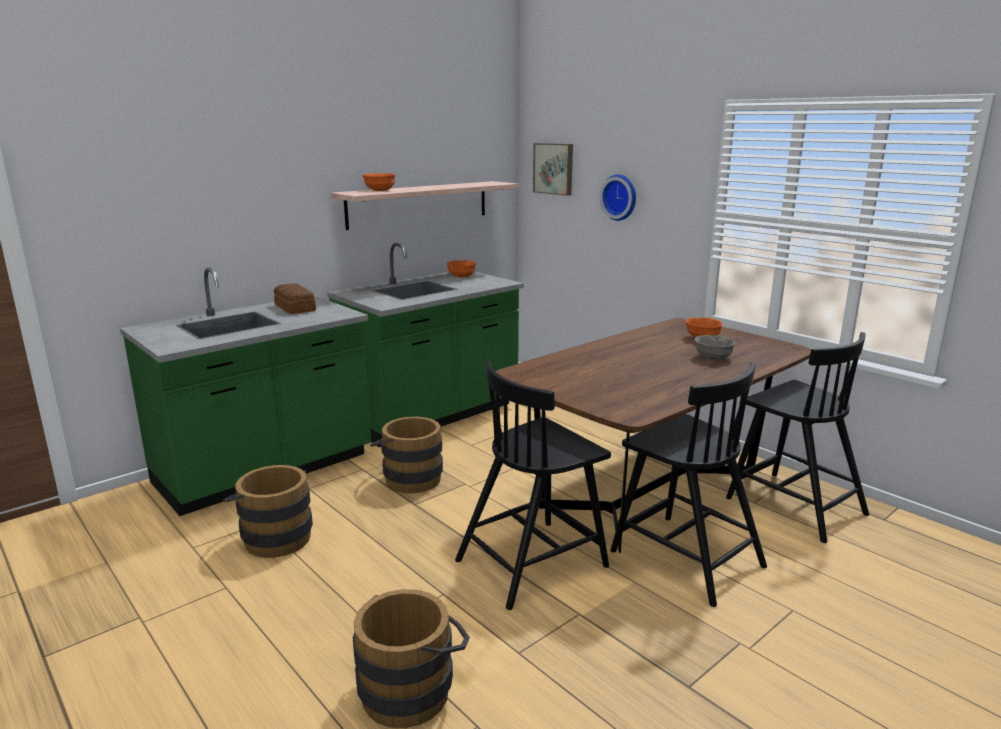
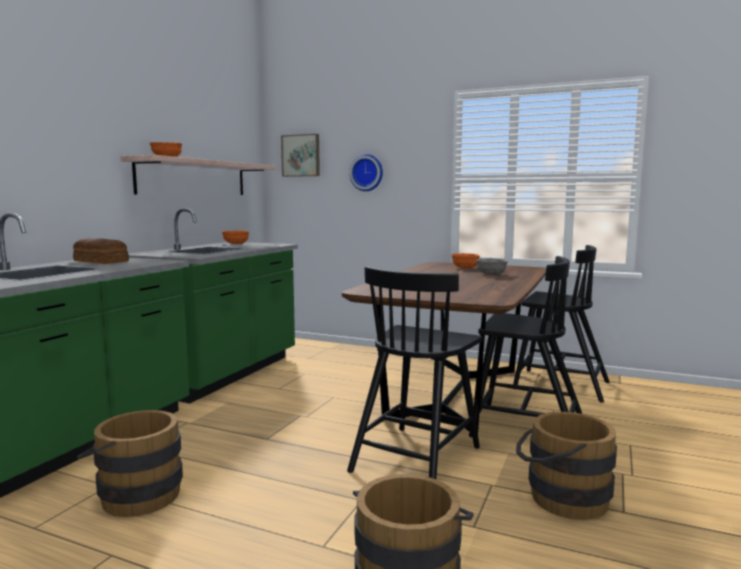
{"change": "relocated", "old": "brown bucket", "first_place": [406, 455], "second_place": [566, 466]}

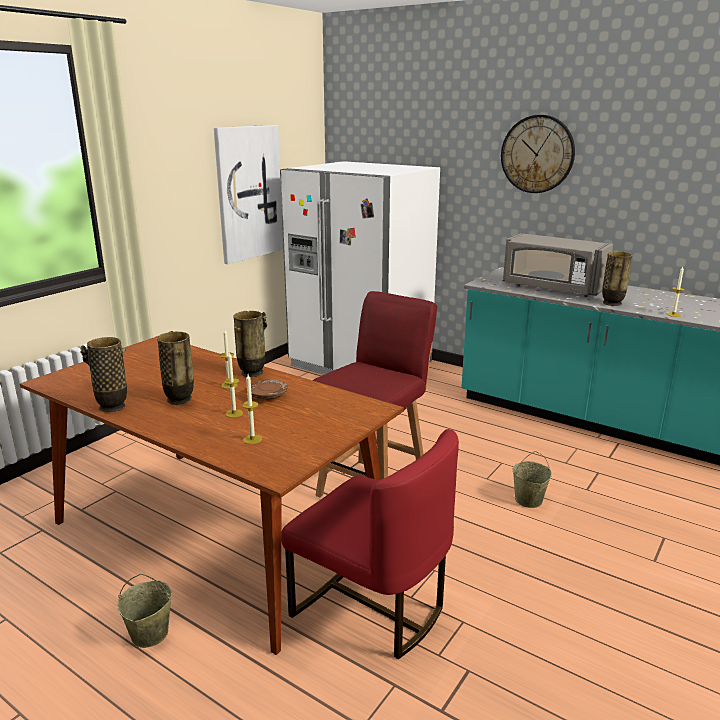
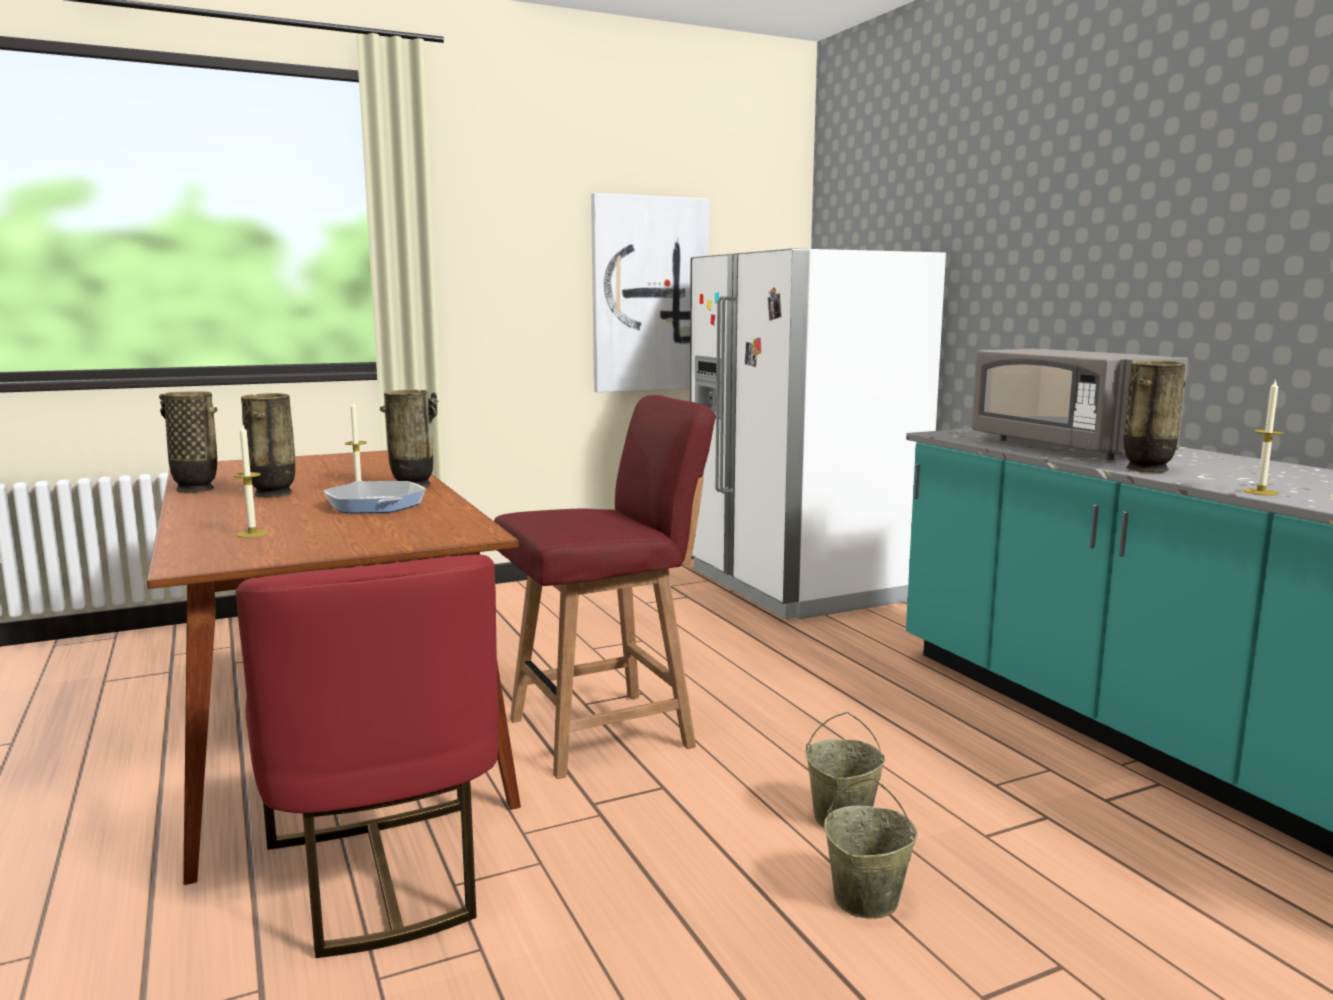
{"change": "relocated", "old": "beige bucket", "first_place": [144, 611], "second_place": [871, 848]}
{"change": "missing", "old": "candle", "first_place": [233, 385]}
{"change": "exchanged", "old": "brown plate", "new": "frying pan", "first_place": [269, 389], "second_place": [375, 497]}
{"change": "missing", "old": "wall clock", "first_place": [538, 154]}

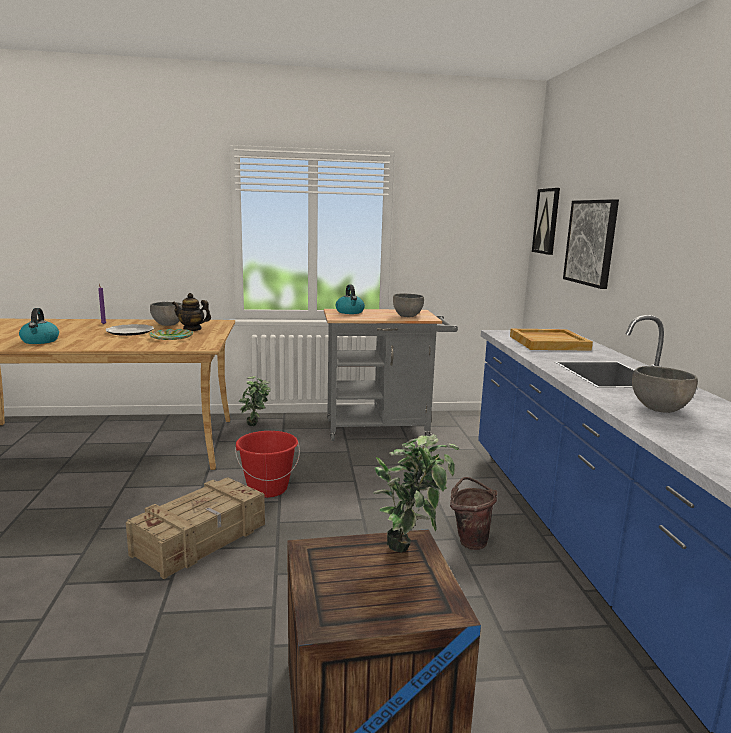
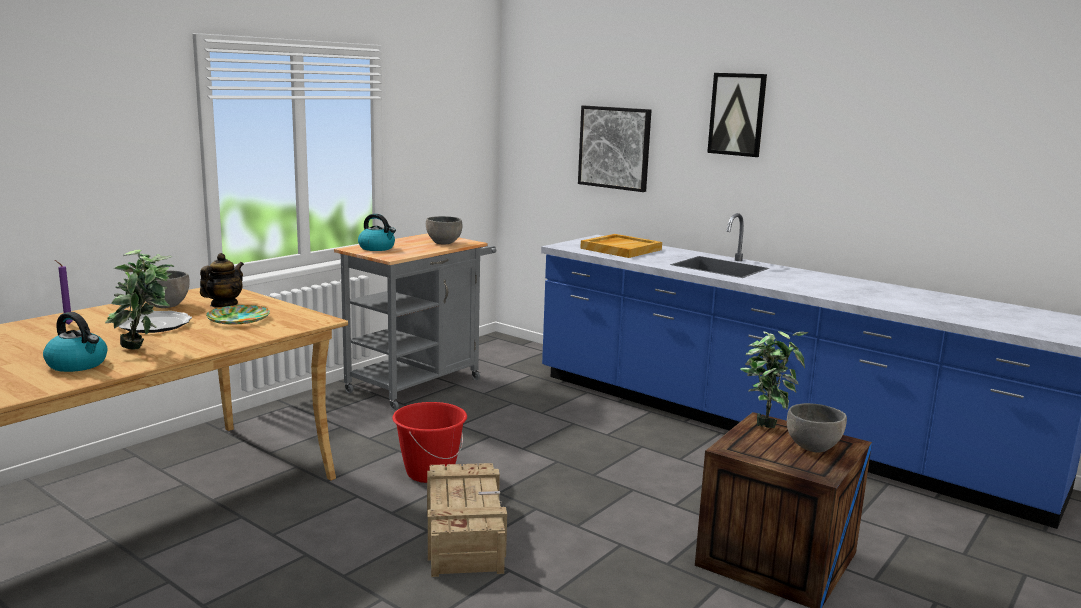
{"change": "spun", "old": "teapot", "first_place": [191, 312], "second_place": [222, 280], "degrees": 150}
{"change": "relocated", "old": "potted plant", "first_place": [255, 401], "second_place": [139, 300]}
{"change": "missing", "old": "brown bucket", "first_place": [473, 513]}
{"change": "relocated", "old": "picture", "first_place": [546, 221], "second_place": [737, 115]}
{"change": "relocated", "old": "grey bowl", "first_place": [665, 389], "second_place": [817, 428]}

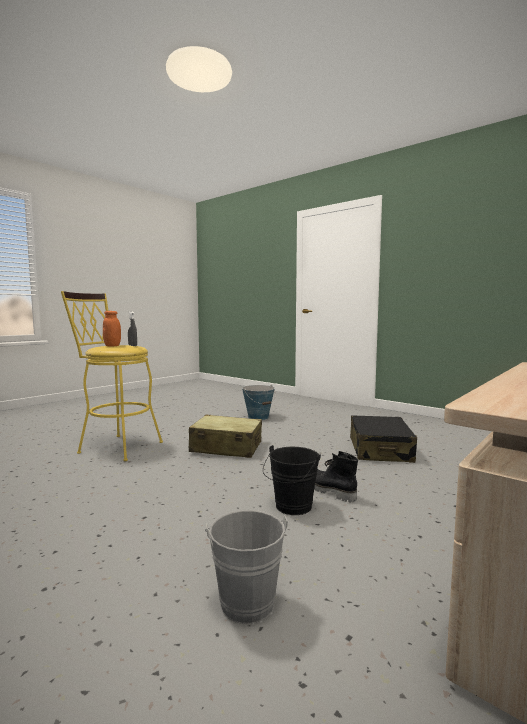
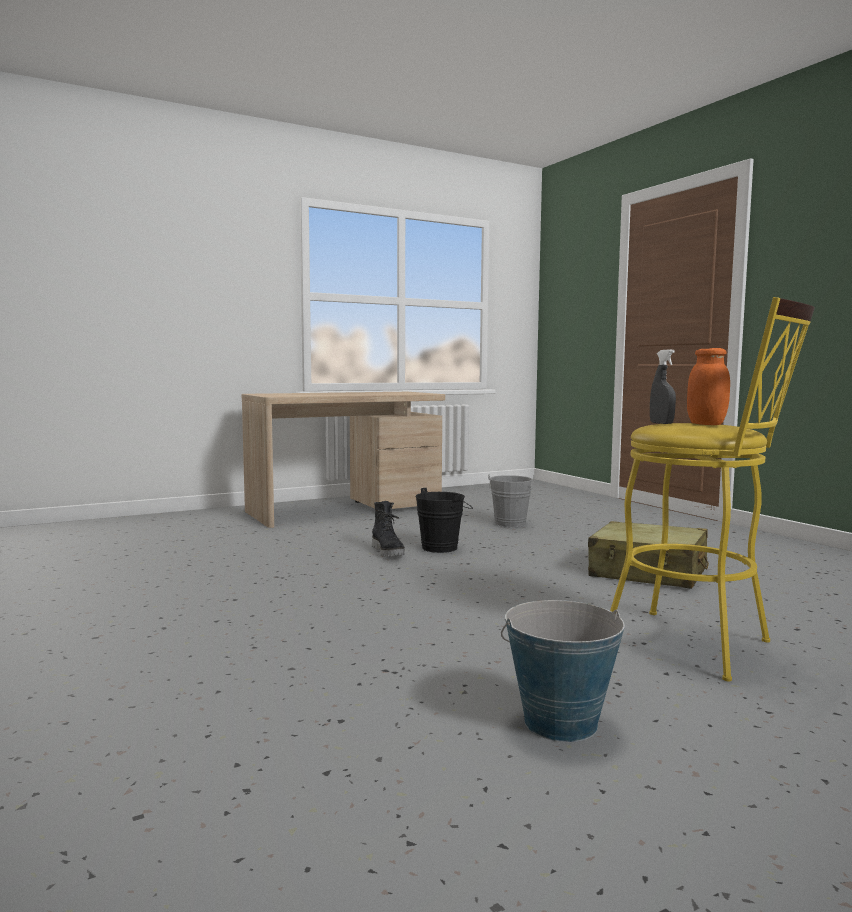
{"change": "relocated", "old": "beige suitcase", "first_place": [225, 436], "second_place": [648, 555]}
{"change": "relocated", "old": "bucket", "first_place": [259, 402], "second_place": [563, 671]}
{"change": "missing", "old": "black suitcase", "first_place": [383, 439]}

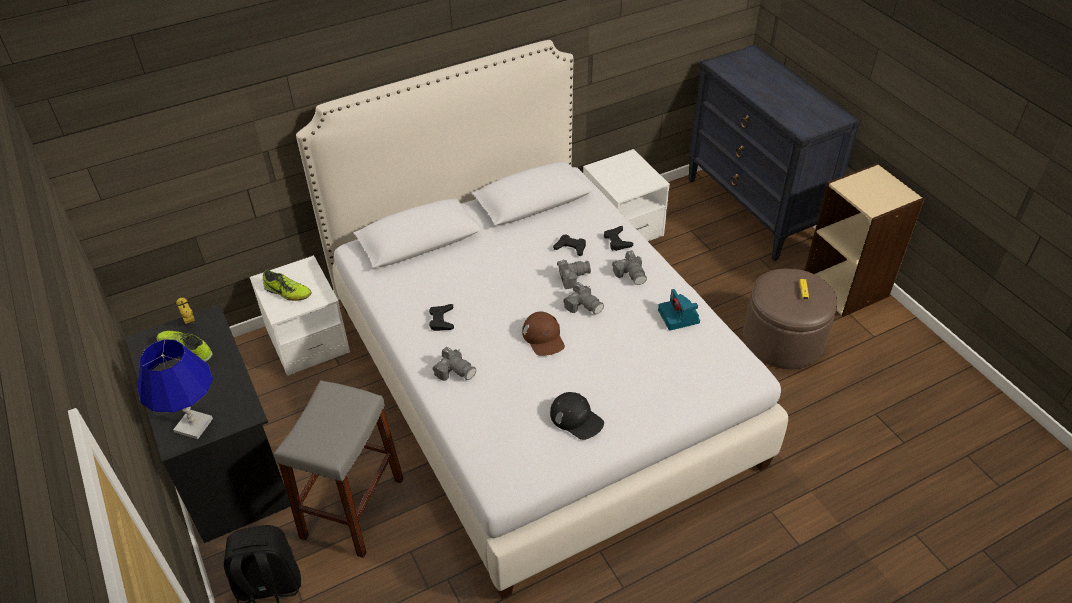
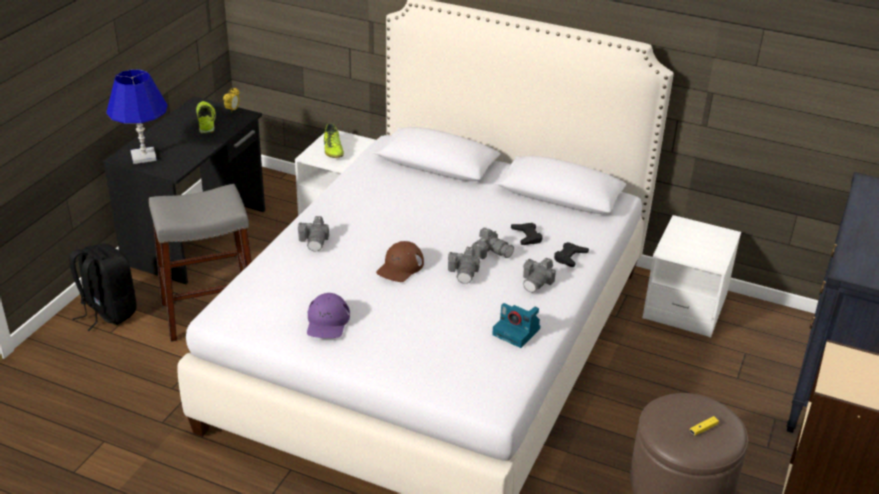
{"change": "missing", "old": "black game controller", "first_place": [441, 317]}
{"change": "colour", "old": "black cap", "new": "purple cap", "first_place": [577, 416], "second_place": [328, 315]}
{"change": "spun", "old": "photo camera", "first_place": [679, 310], "second_place": [516, 325], "degrees": -90}

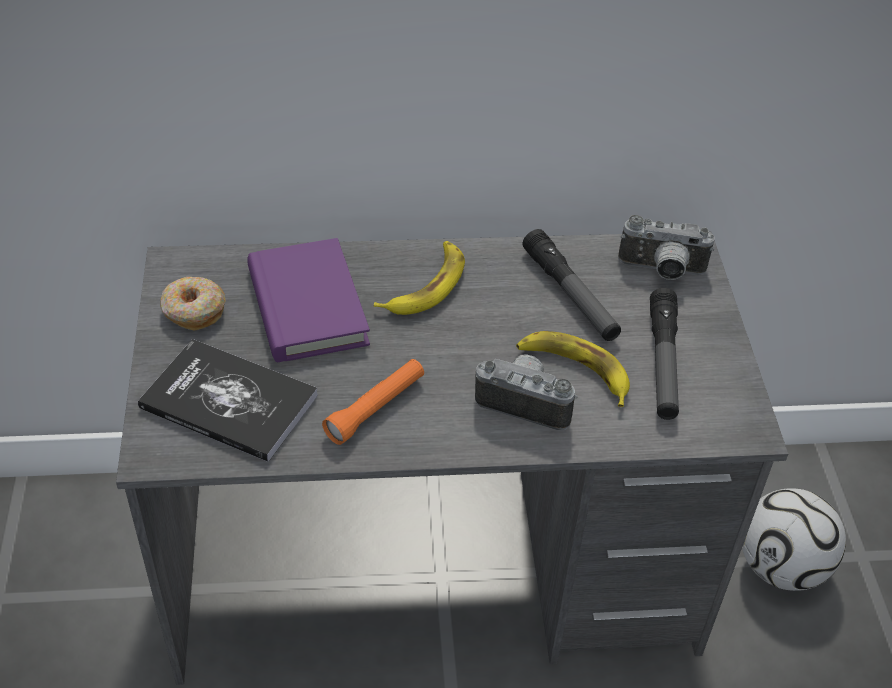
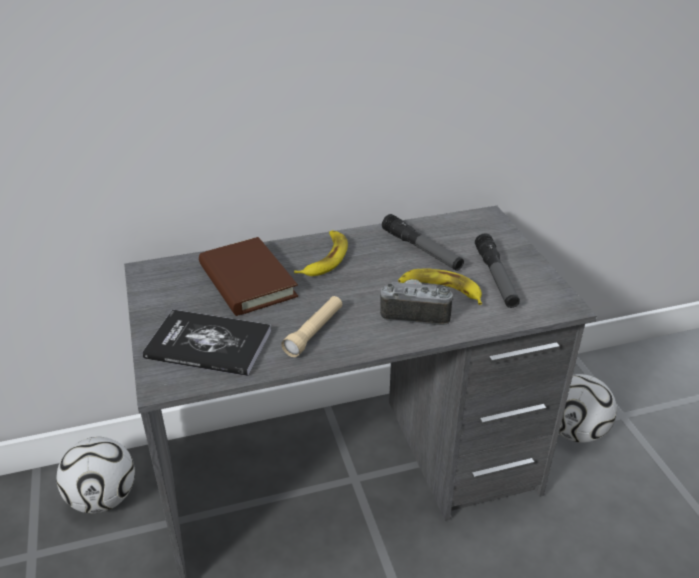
{"change": "missing", "old": "donut", "first_place": [193, 304]}
{"change": "colour", "old": "purple book", "new": "brown book", "first_place": [308, 300], "second_place": [248, 276]}
{"change": "colour", "old": "orange flashlight", "new": "beige flashlight", "first_place": [373, 402], "second_place": [311, 326]}
{"change": "missing", "old": "photo camera", "first_place": [666, 247]}
{"change": "appeared", "new": "football", "second_place": [95, 475]}

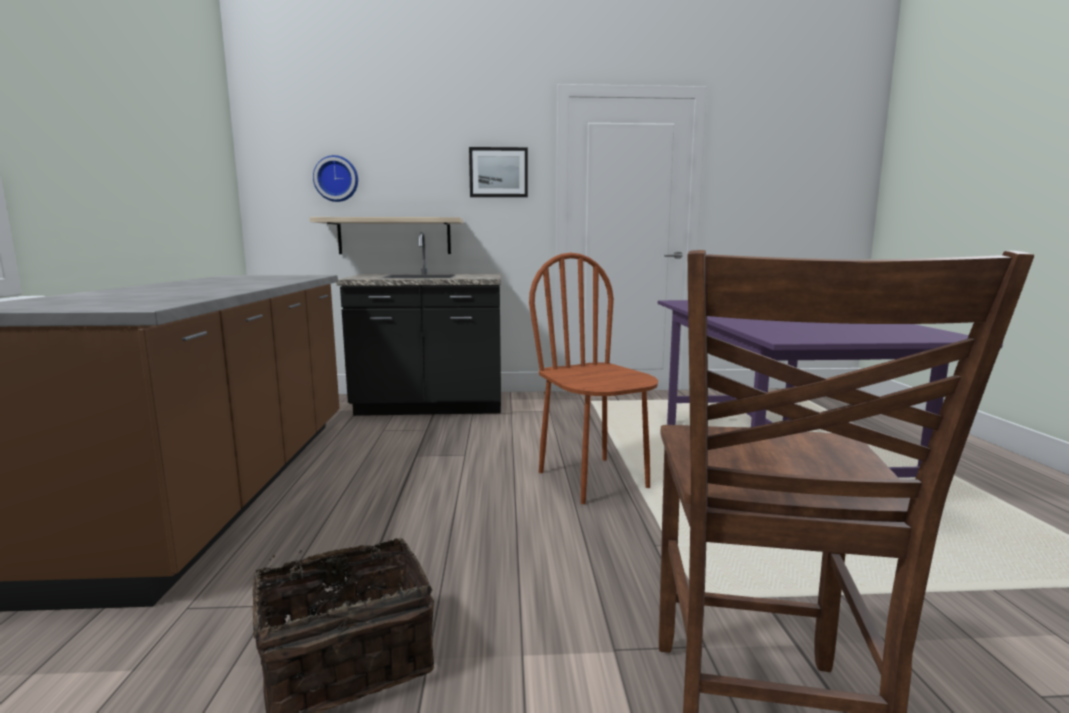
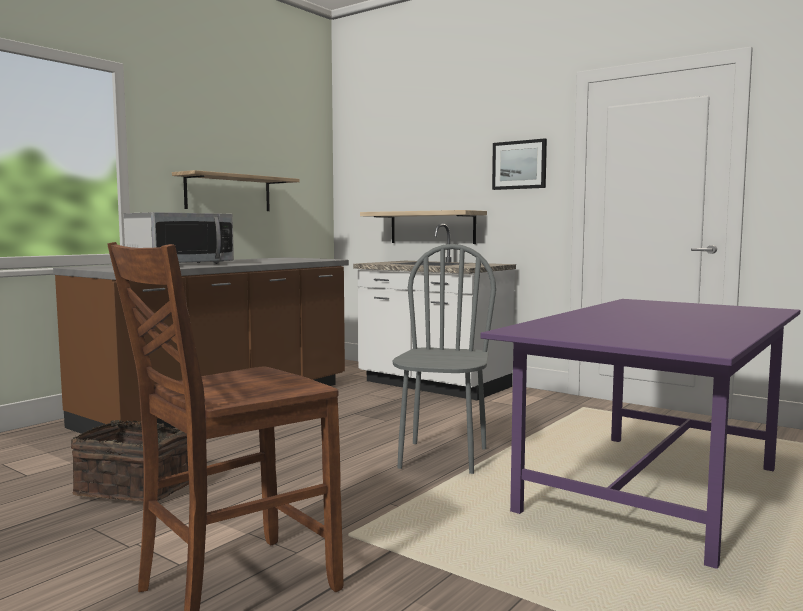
{"change": "missing", "old": "wall clock", "first_place": [335, 178]}
{"change": "colour", "old": "black counter", "new": "white counter", "first_place": [419, 324], "second_place": [434, 312]}
{"change": "colour", "old": "brown chair", "new": "grey chair", "first_place": [593, 378], "second_place": [444, 359]}
{"change": "appeared", "new": "microwave", "second_place": [178, 238]}
{"change": "appeared", "new": "shelf", "second_place": [236, 190]}

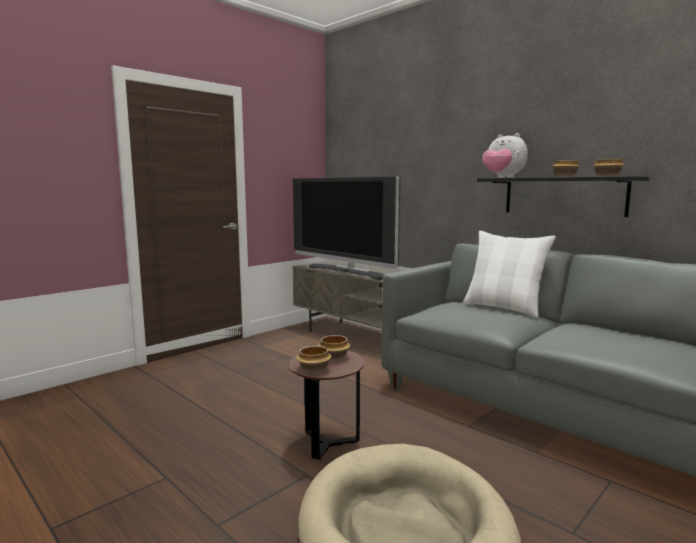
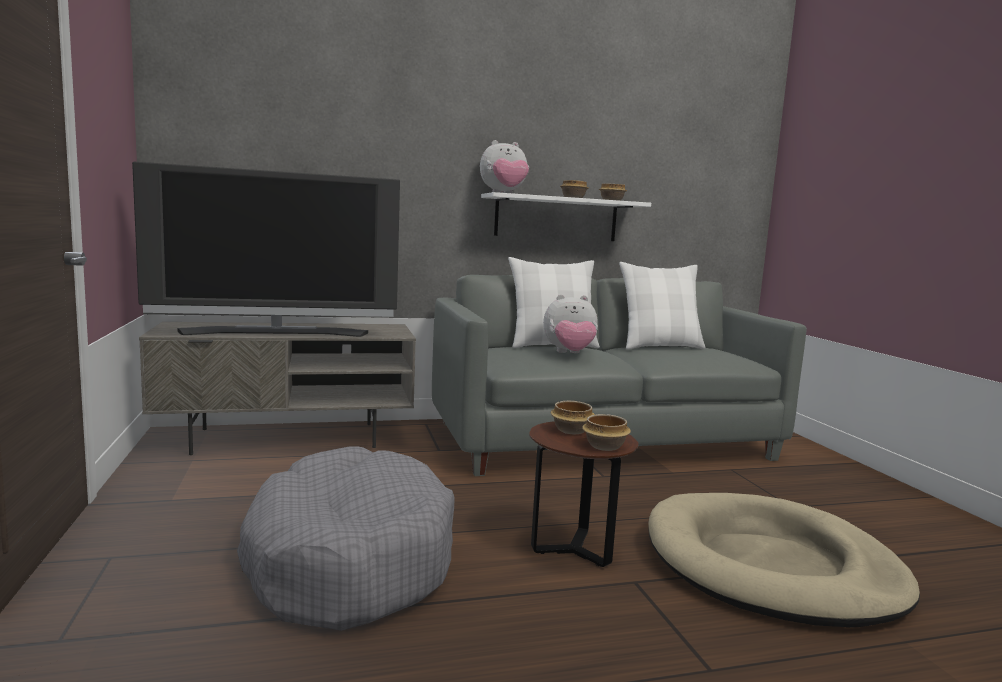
{"change": "colour", "old": "black shelf", "new": "white shelf", "first_place": [563, 196], "second_place": [566, 216]}
{"change": "appeared", "new": "grey dog bed", "second_place": [346, 538]}
{"change": "appeared", "new": "plush toy", "second_place": [570, 323]}
{"change": "appeared", "new": "white pillow", "second_place": [662, 305]}

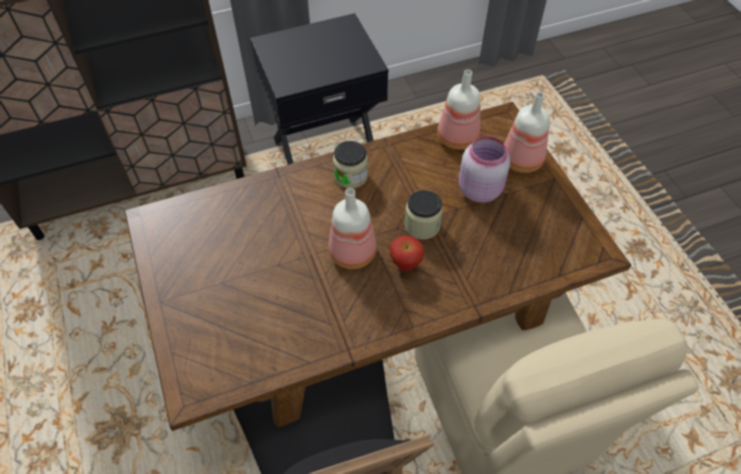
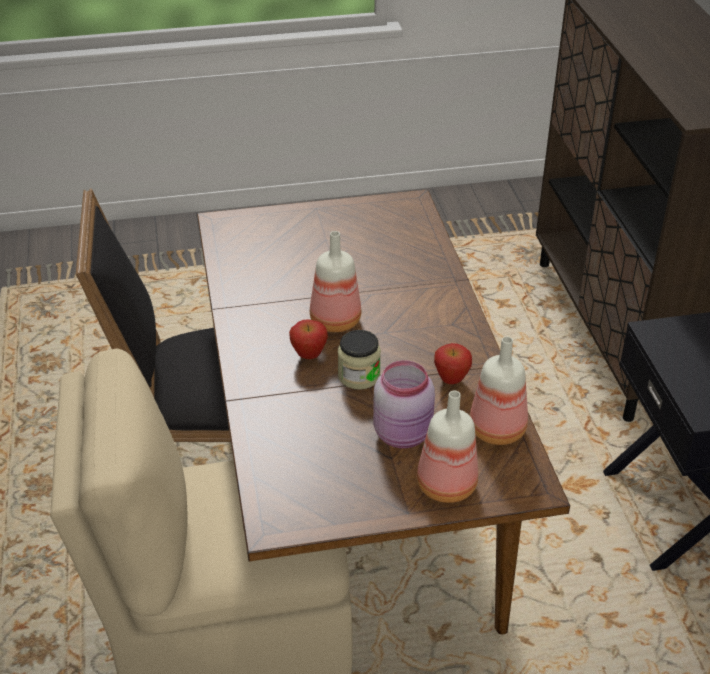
{"change": "missing", "old": "jar", "first_place": [350, 164]}
{"change": "appeared", "new": "apple", "second_place": [453, 363]}

